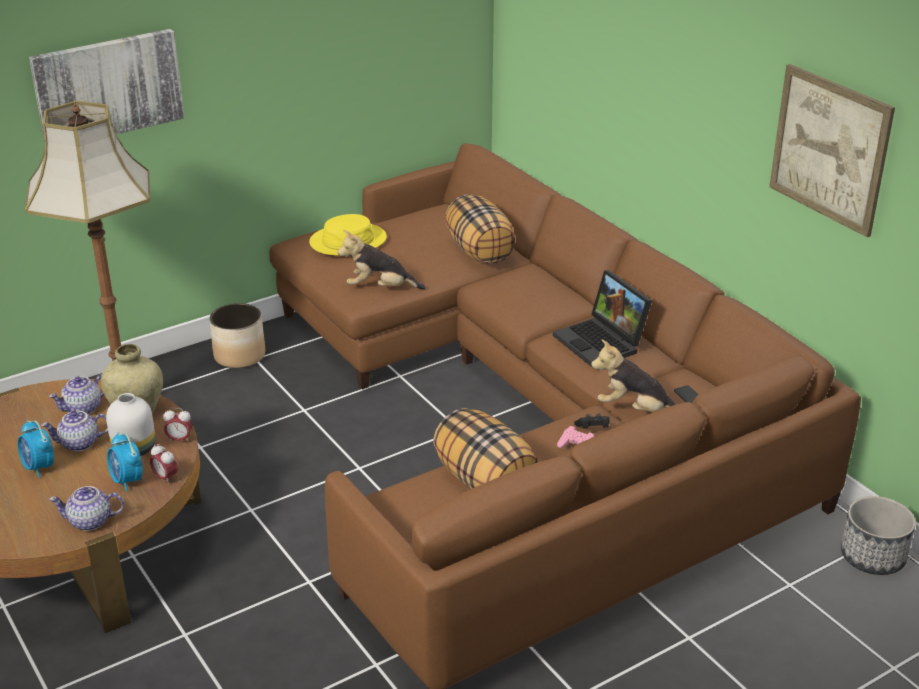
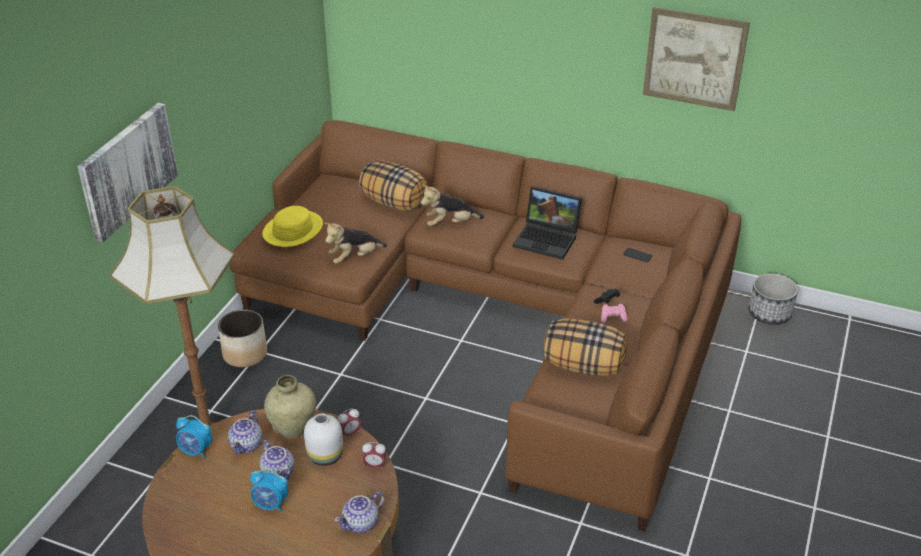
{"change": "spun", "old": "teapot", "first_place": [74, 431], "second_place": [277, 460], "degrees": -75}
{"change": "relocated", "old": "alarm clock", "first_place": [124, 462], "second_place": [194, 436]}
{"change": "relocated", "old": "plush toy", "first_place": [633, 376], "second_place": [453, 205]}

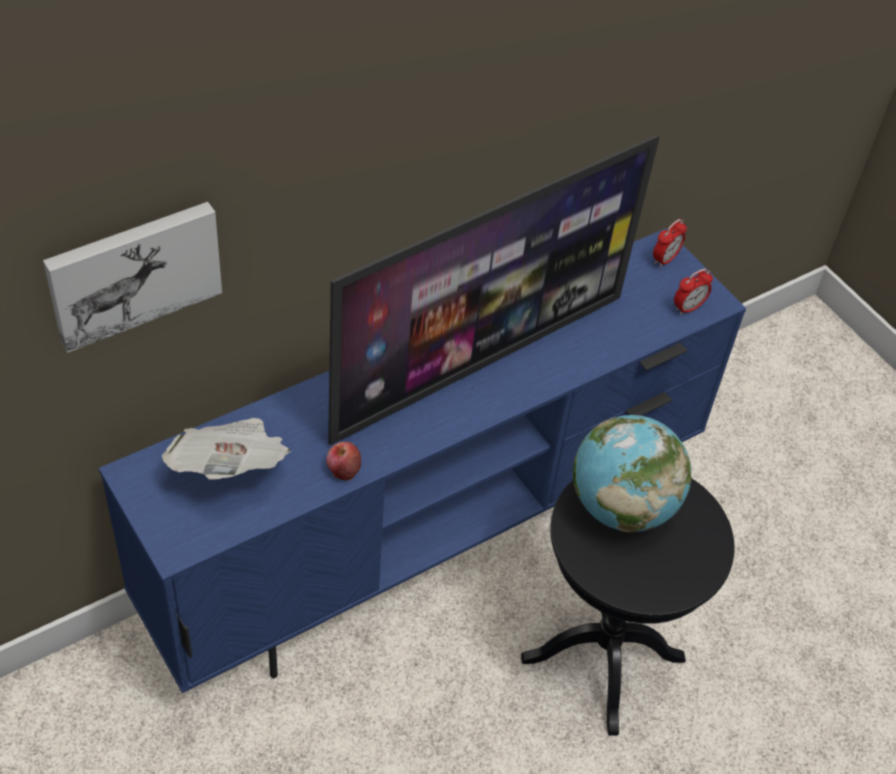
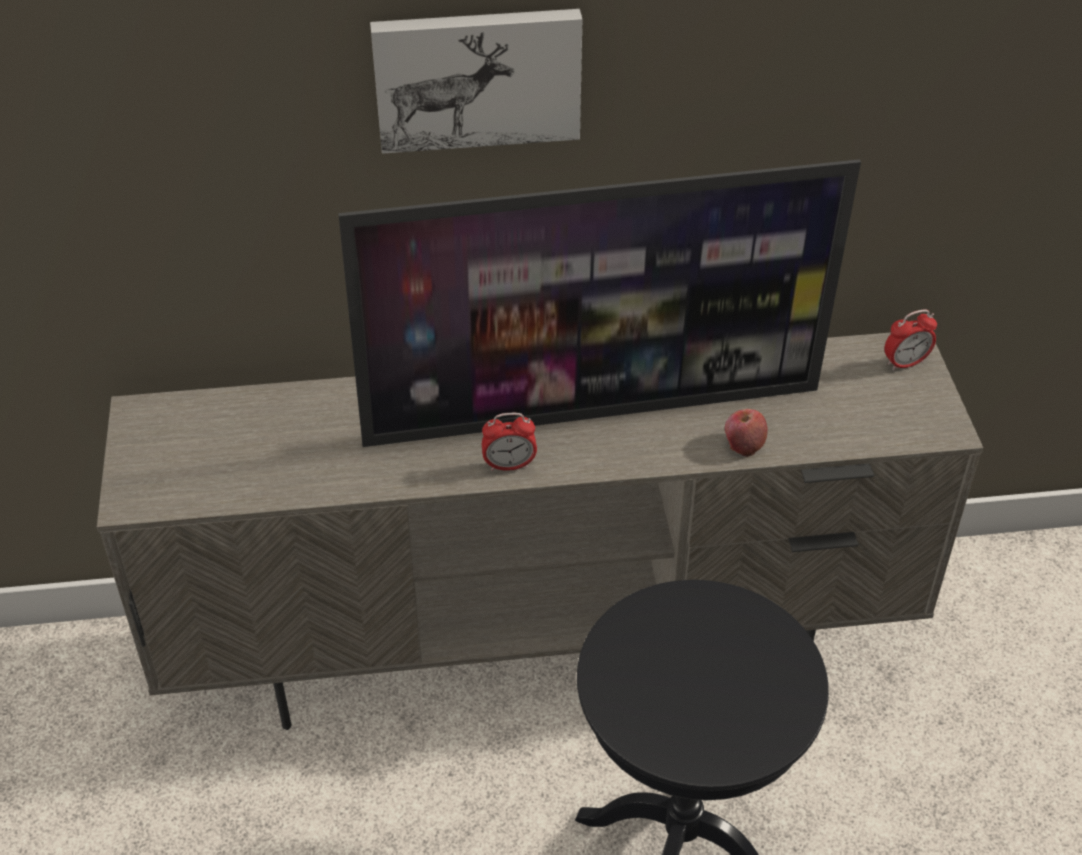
{"change": "relocated", "old": "picture", "first_place": [132, 277], "second_place": [476, 81]}
{"change": "colour", "old": "blue tv stand", "new": "beige tv stand", "first_place": [422, 460], "second_place": [540, 531]}
{"change": "missing", "old": "newspaper", "first_place": [226, 449]}
{"change": "relocated", "old": "apple", "first_place": [343, 461], "second_place": [746, 433]}
{"change": "missing", "old": "globe", "first_place": [632, 473]}
{"change": "relocated", "old": "alarm clock", "first_place": [693, 292], "second_place": [509, 441]}

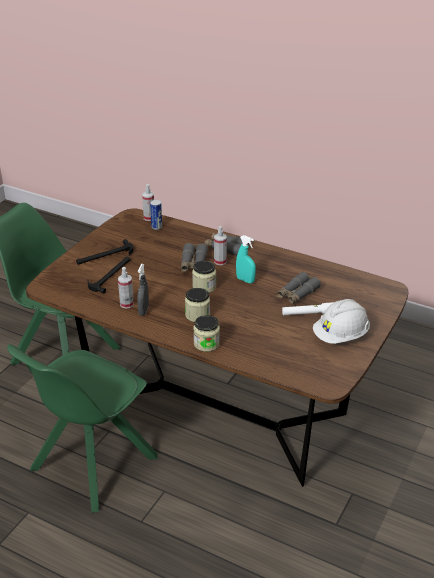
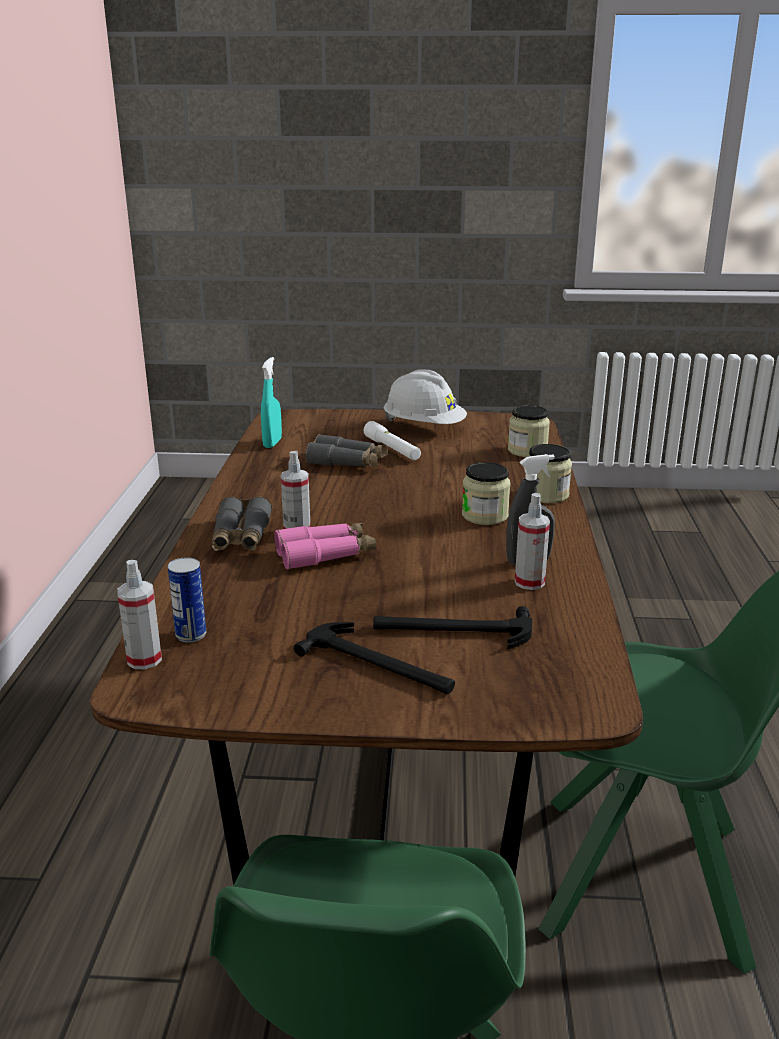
{"change": "colour", "old": "grey binoculars", "new": "pink binoculars", "first_place": [194, 257], "second_place": [325, 546]}
{"change": "relocated", "old": "jar", "first_place": [204, 277], "second_place": [529, 431]}
{"change": "relocated", "old": "turquoise spray bottle", "first_place": [246, 259], "second_place": [271, 402]}

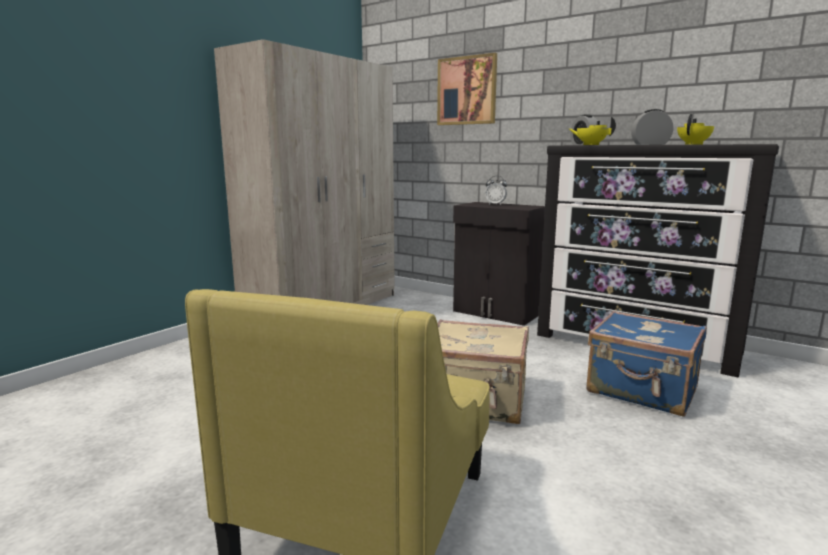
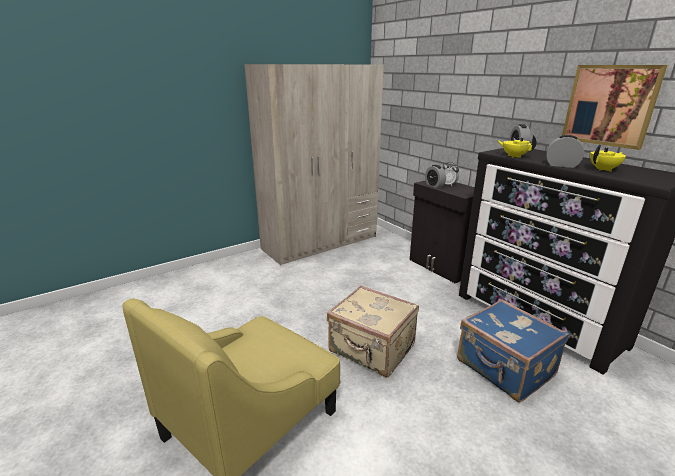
{"change": "relocated", "old": "picture", "first_place": [467, 89], "second_place": [614, 107]}
{"change": "appeared", "new": "alarm clock", "second_place": [435, 176]}

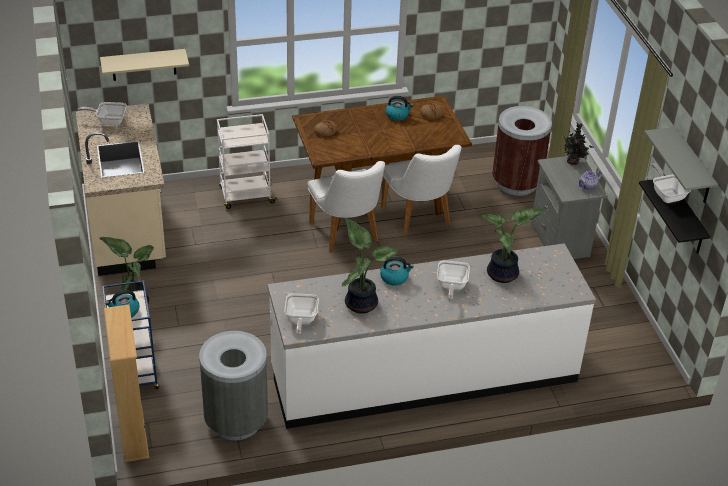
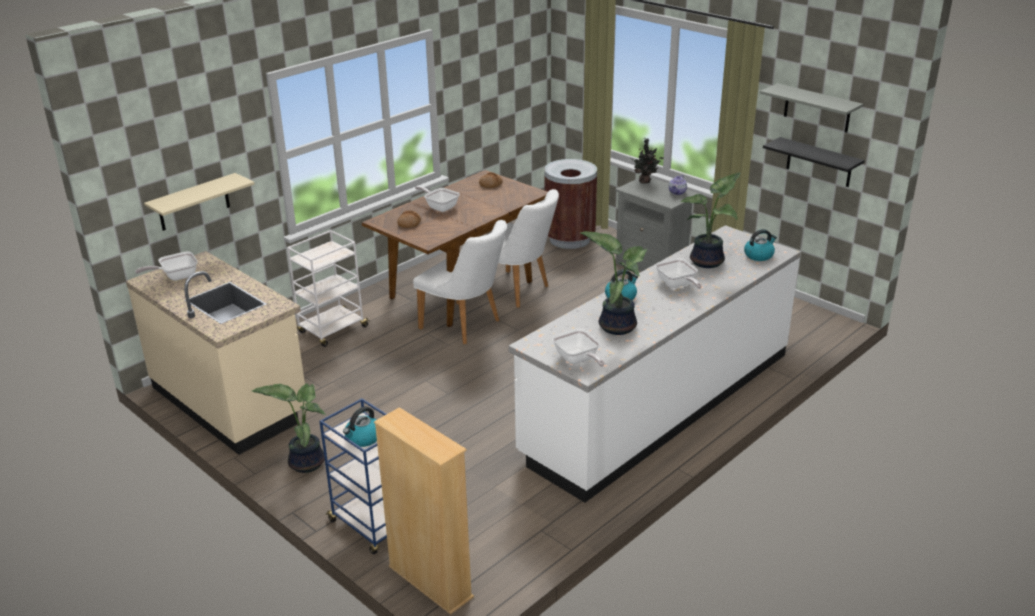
{"change": "missing", "old": "grey trash can", "first_place": [233, 385]}
{"change": "relocated", "old": "kettle", "first_place": [399, 108], "second_place": [760, 245]}
{"change": "relocated", "old": "frying pan", "first_place": [671, 183], "second_place": [437, 199]}

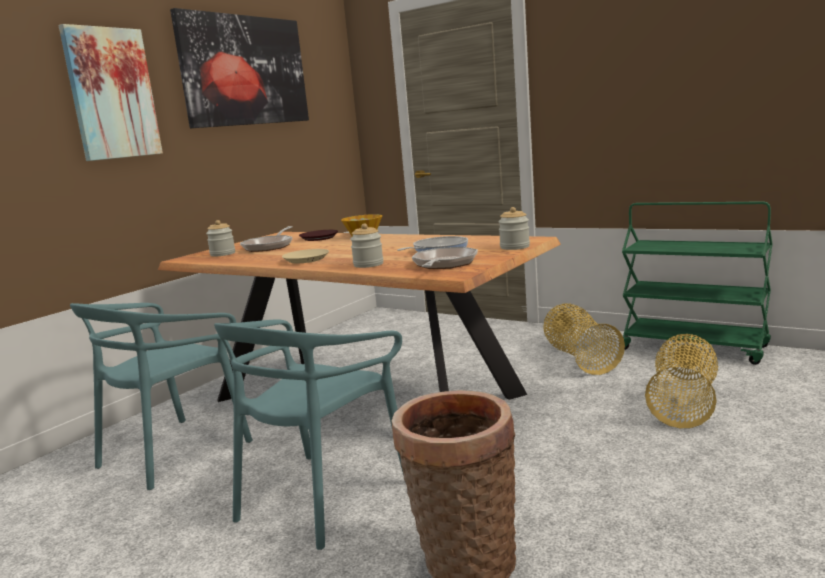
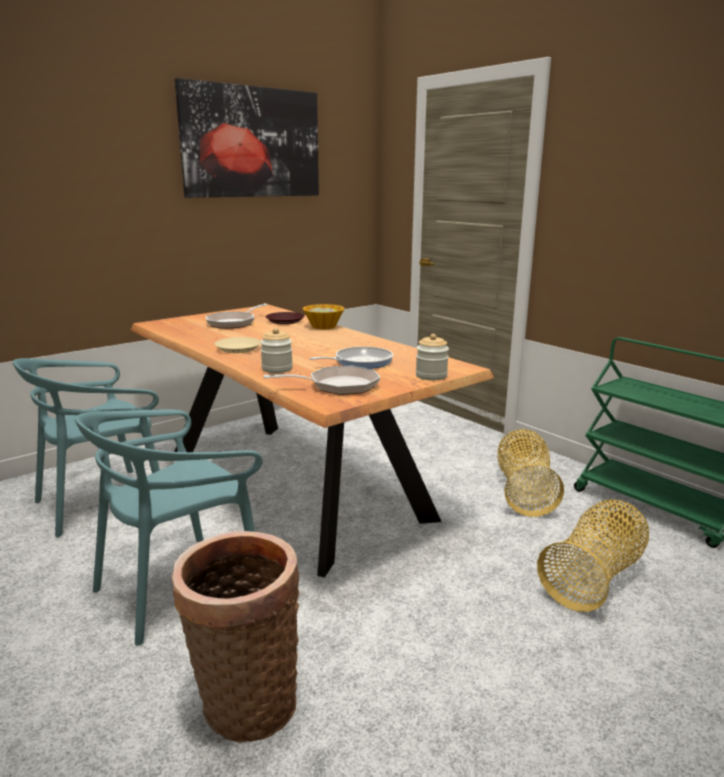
{"change": "missing", "old": "picture", "first_place": [111, 92]}
{"change": "missing", "old": "jar", "first_place": [220, 238]}
{"change": "spun", "old": "frying pan", "first_place": [445, 258], "second_place": [322, 380], "degrees": 45}

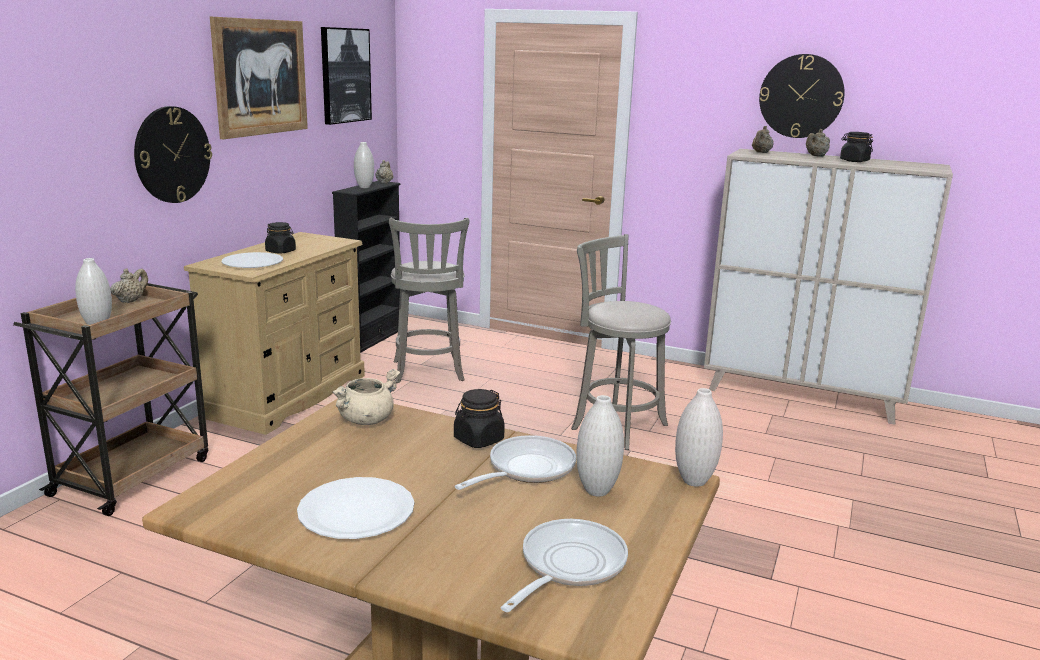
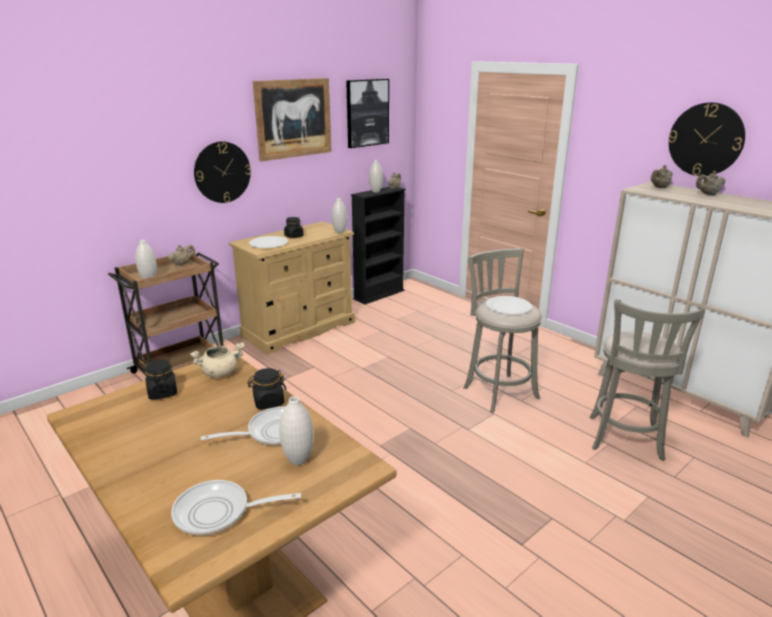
{"change": "relocated", "old": "white plate", "first_place": [355, 508], "second_place": [509, 305]}
{"change": "relocated", "old": "grey stool", "first_place": [429, 300], "second_place": [647, 380]}
{"change": "spun", "old": "frying pan", "first_place": [564, 565], "second_place": [236, 508], "degrees": -150}
{"change": "relocated", "old": "white vase", "first_place": [699, 437], "second_place": [339, 215]}
{"change": "relocated", "old": "black jar", "first_place": [856, 147], "second_place": [161, 380]}

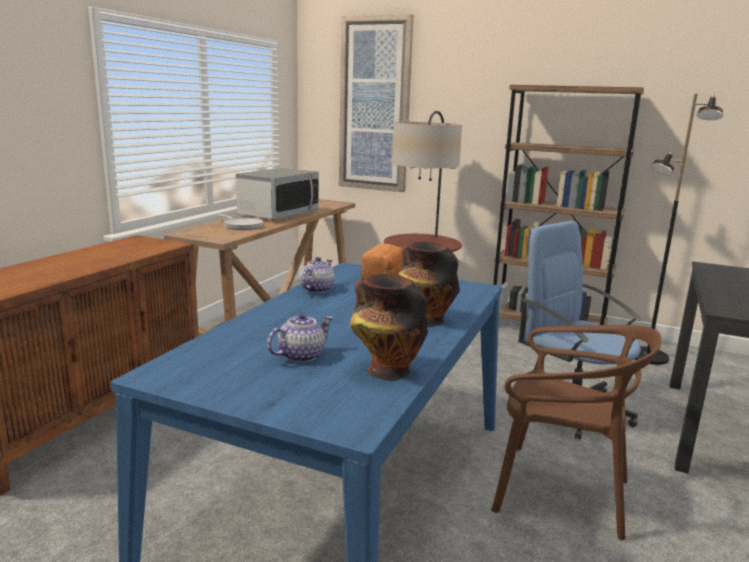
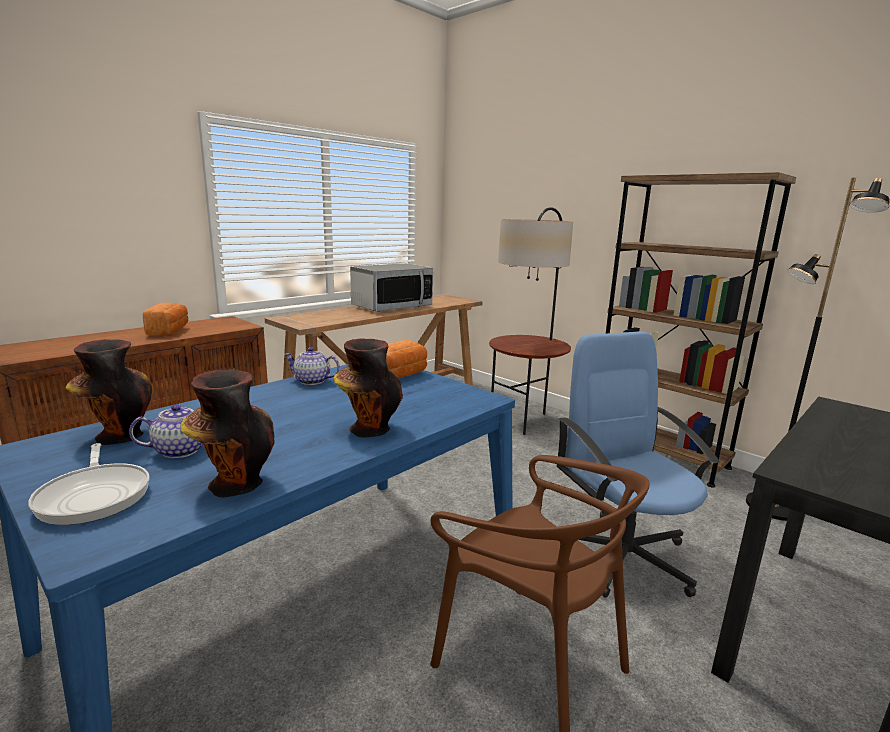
{"change": "relocated", "old": "frying pan", "first_place": [240, 222], "second_place": [89, 484]}
{"change": "spun", "old": "teapot", "first_place": [317, 275], "second_place": [312, 366], "degrees": -120}
{"change": "missing", "old": "picture", "first_place": [376, 103]}
{"change": "appeared", "new": "vase", "second_place": [109, 392]}
{"change": "appeared", "new": "bread", "second_place": [165, 319]}

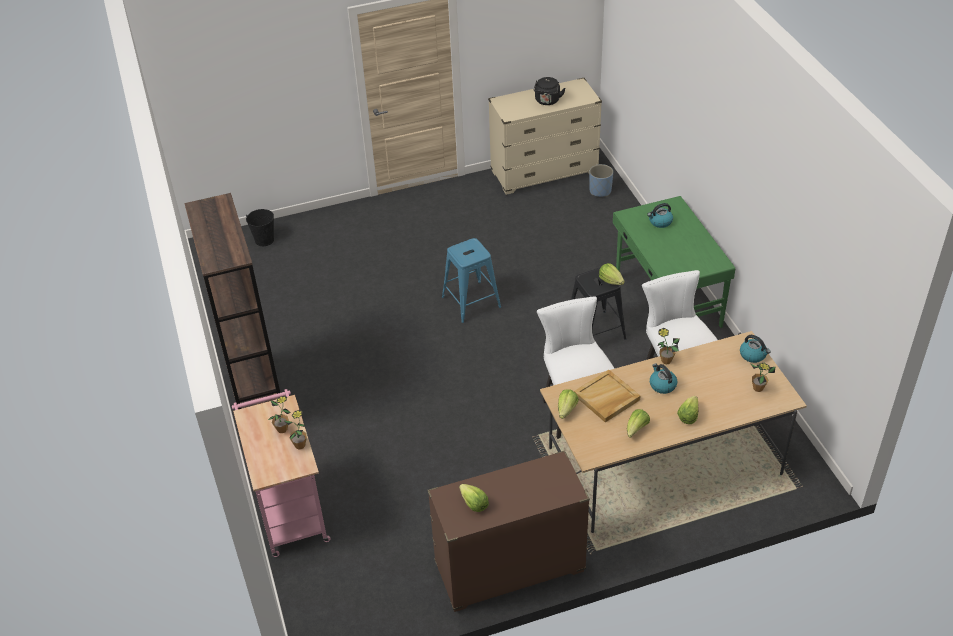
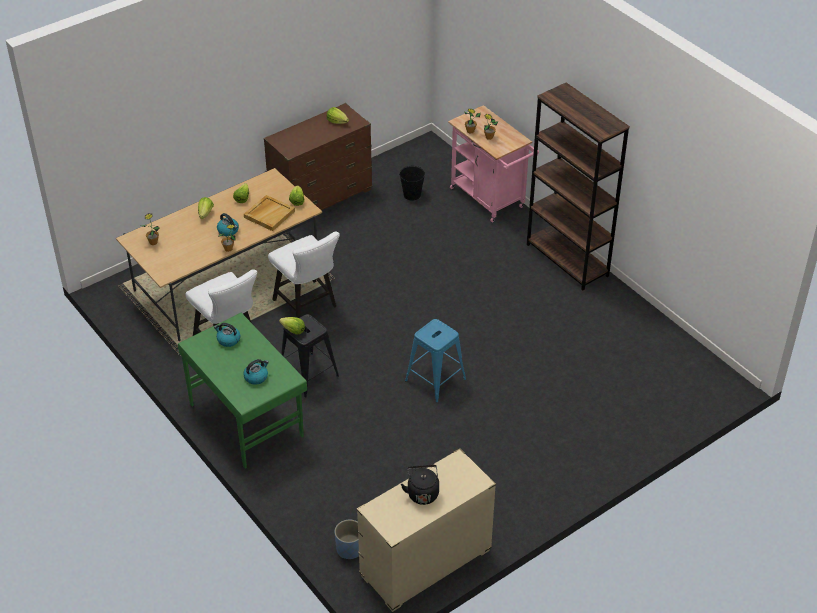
{"change": "relocated", "old": "black bucket", "first_place": [260, 227], "second_place": [412, 183]}
{"change": "relocated", "old": "kettle", "first_place": [755, 349], "second_place": [227, 335]}

